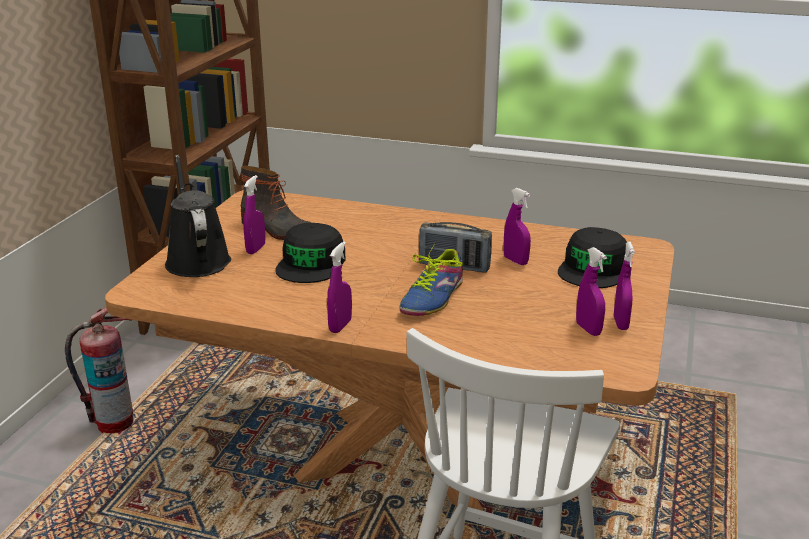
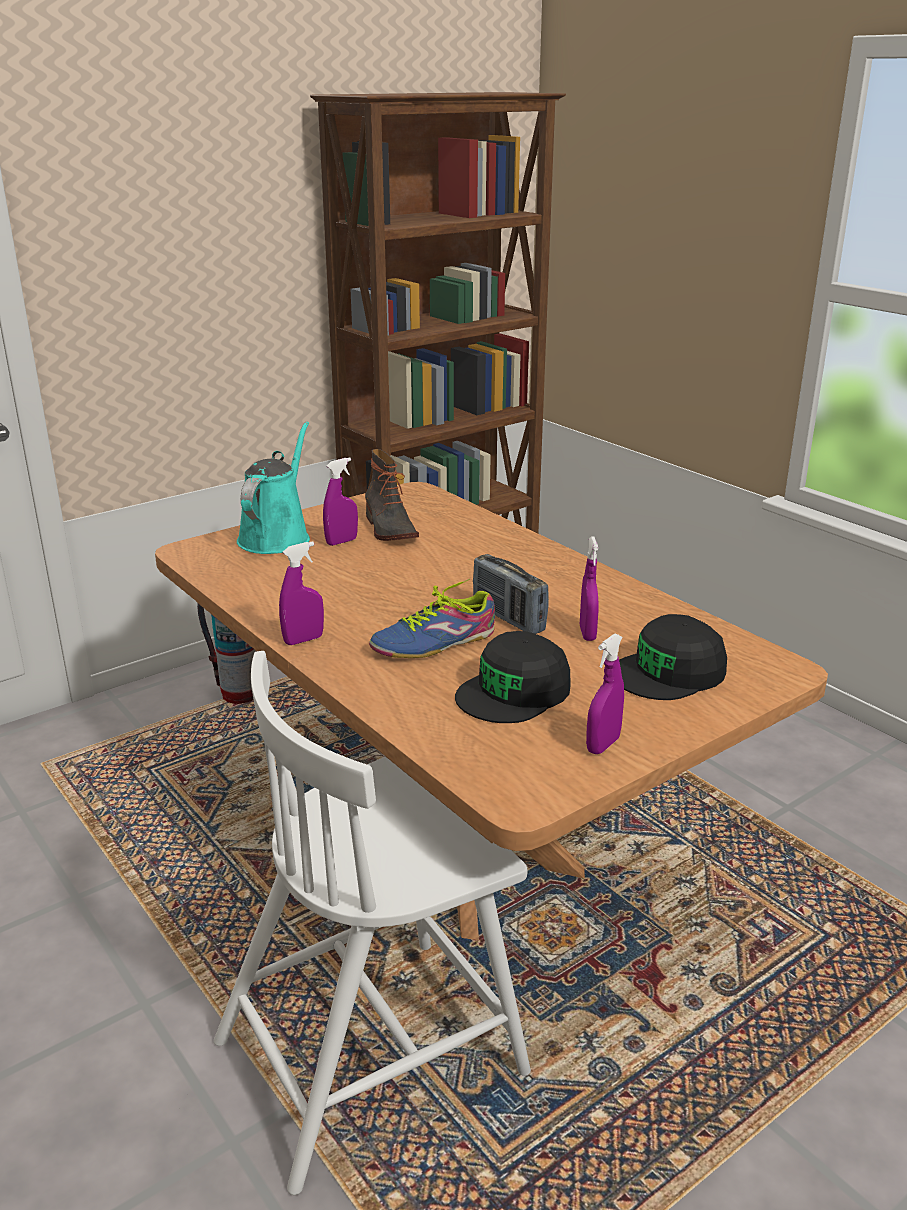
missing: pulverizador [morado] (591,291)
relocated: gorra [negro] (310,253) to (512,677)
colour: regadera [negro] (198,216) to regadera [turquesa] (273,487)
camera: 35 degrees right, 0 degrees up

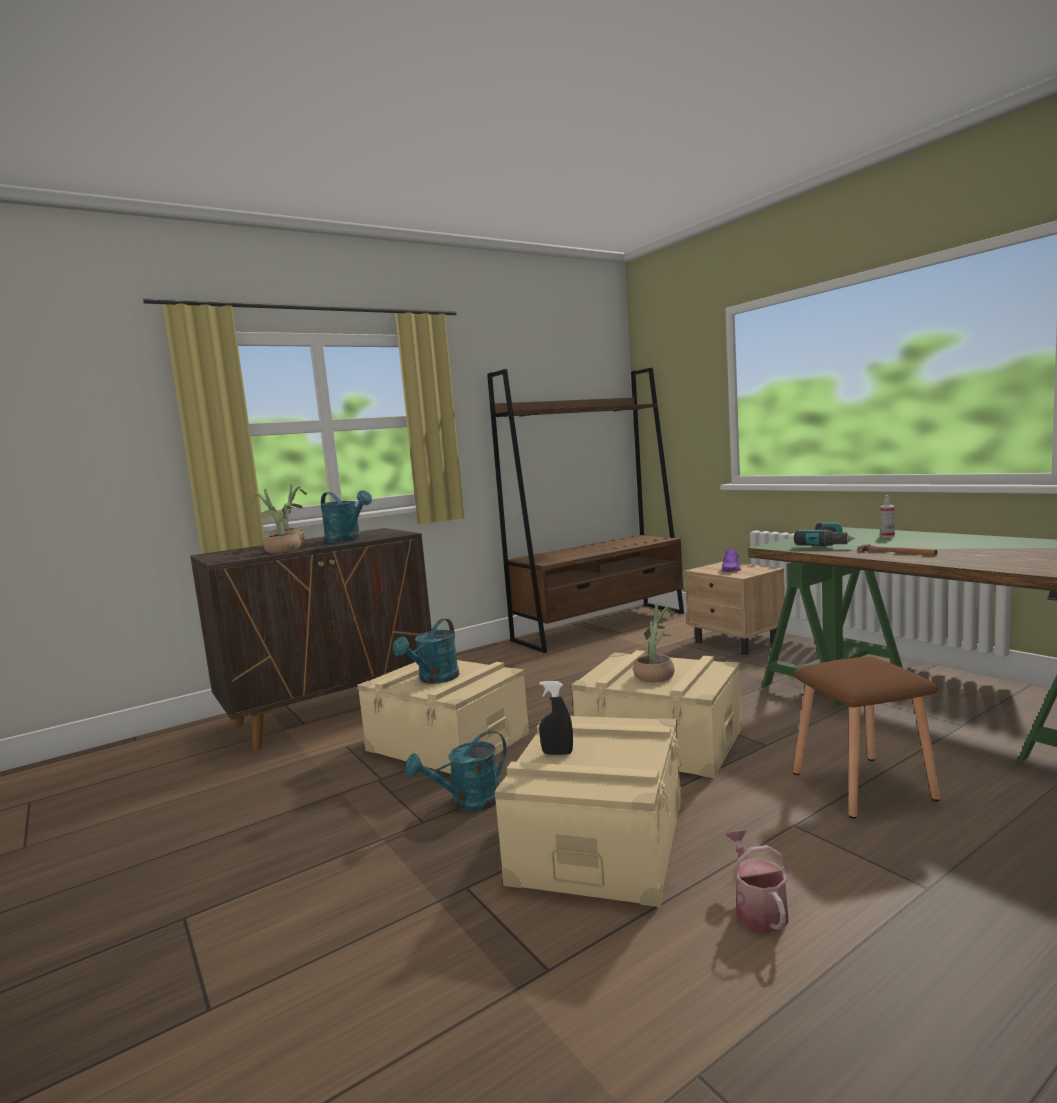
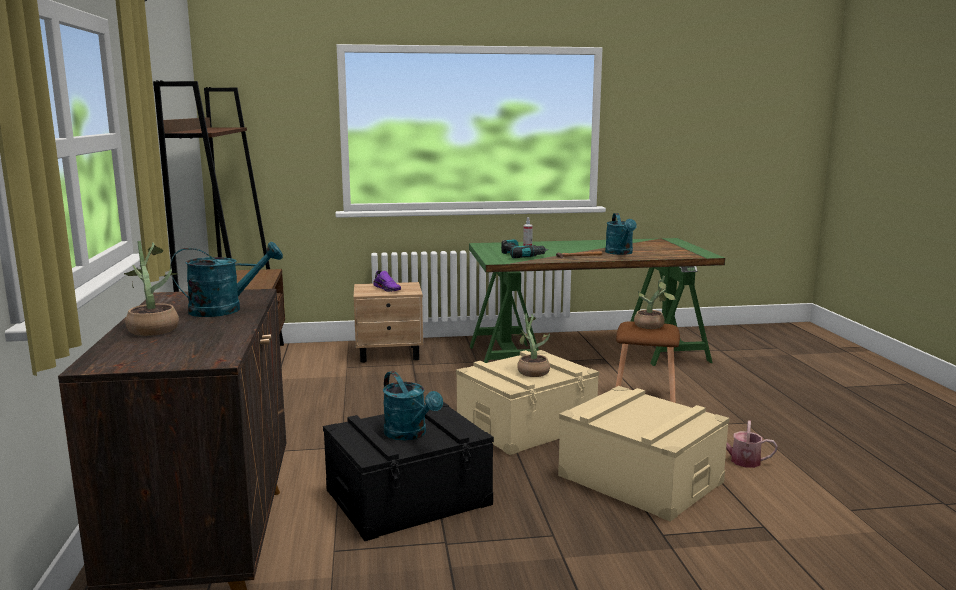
missing: pulverizador [negro] (556,718)
relocated: planta en maceta (275,521) to (655,302); regadera [turquesa] (456,771) to (621,234)
colour: caja de almacenaje [beis] (443,717) to caja de almacenaje [negro] (408,471)
camera: 65 degrees left, 5 degrees up

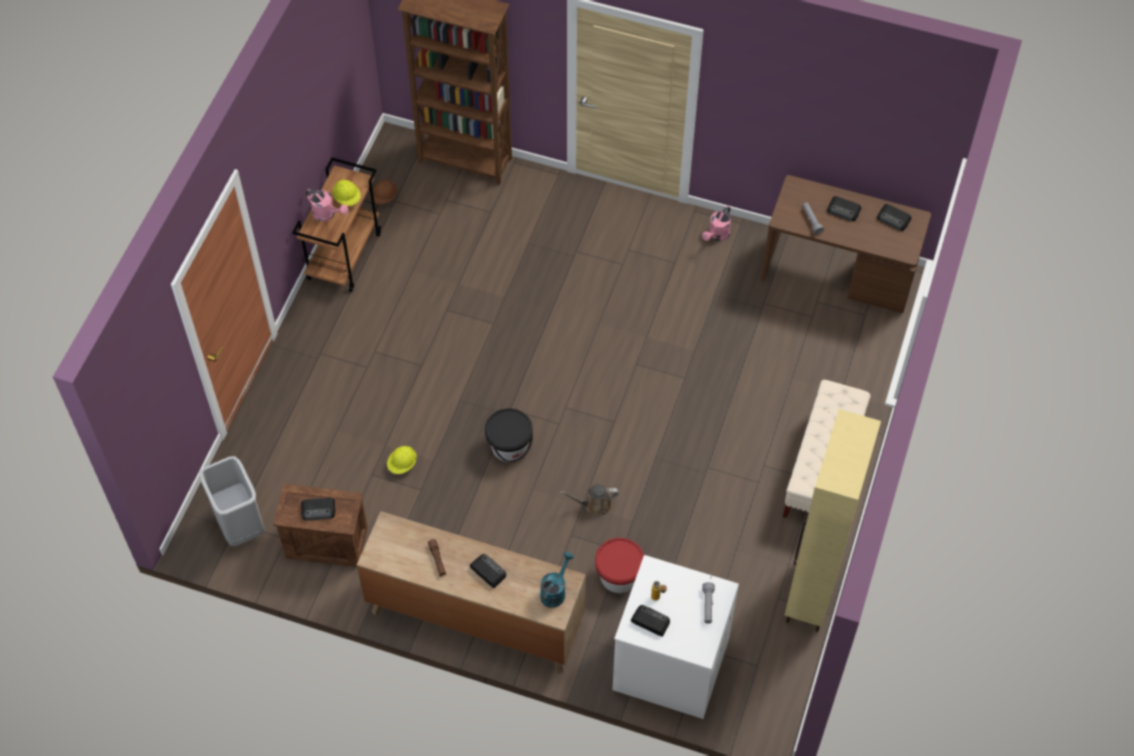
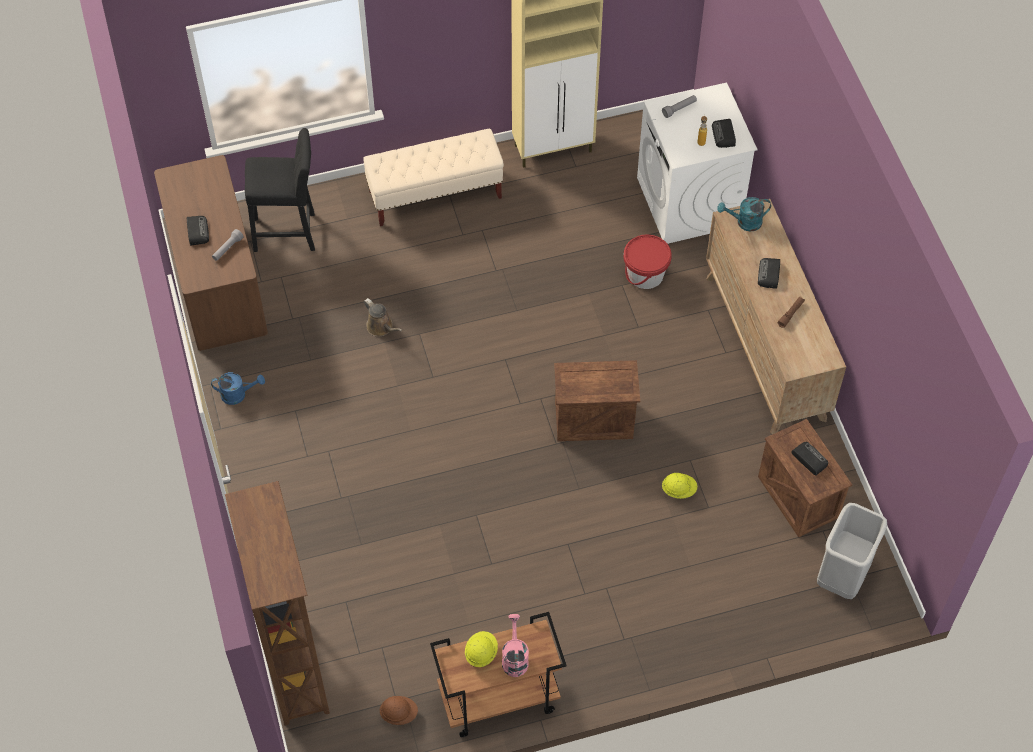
missing: radio (894,217)
appeared: taburete [negro] (280,190)
relocated: regadera [marrón] (589,500) to (383,317)
exchanged: cubo [negro] (509,435) to caja de embalaje (597,400)
colour: regadera [rosa] (716,223) to regadera [azul] (238,388)
camera: 125 degrees left, 0 degrees up

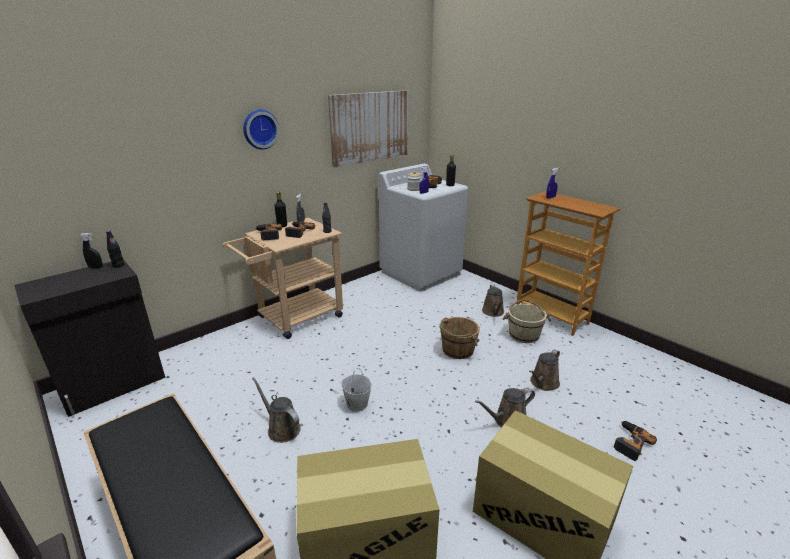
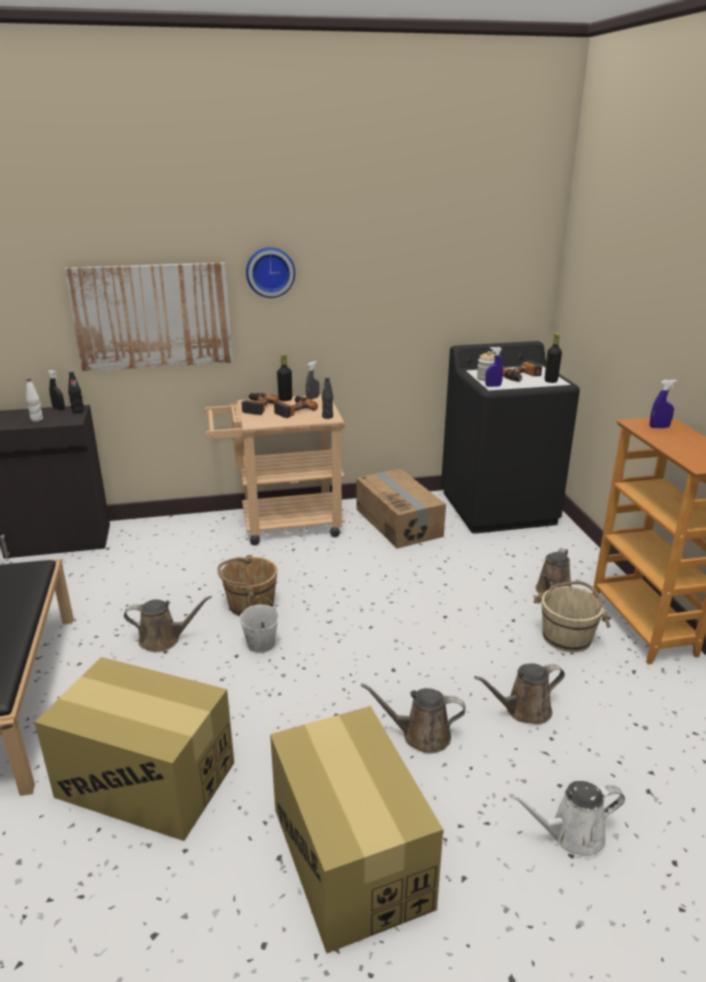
appeared: botella [blanco] (34,400); caja de cartón (401,509)
relocated: cuadro (368,128) to (149,316); cubo [marrón] (459,338) to (247,585)
exchanged: taladro (635,441) to regadera [blanco] (567,819)
colour: lavadora [blanco] (423,228) to lavadora [negro] (510,437)
spun: regadera [marrón] (276,410) = (168,624) 105 degrees clockwise
camera: 30 degrees right, 0 degrees up

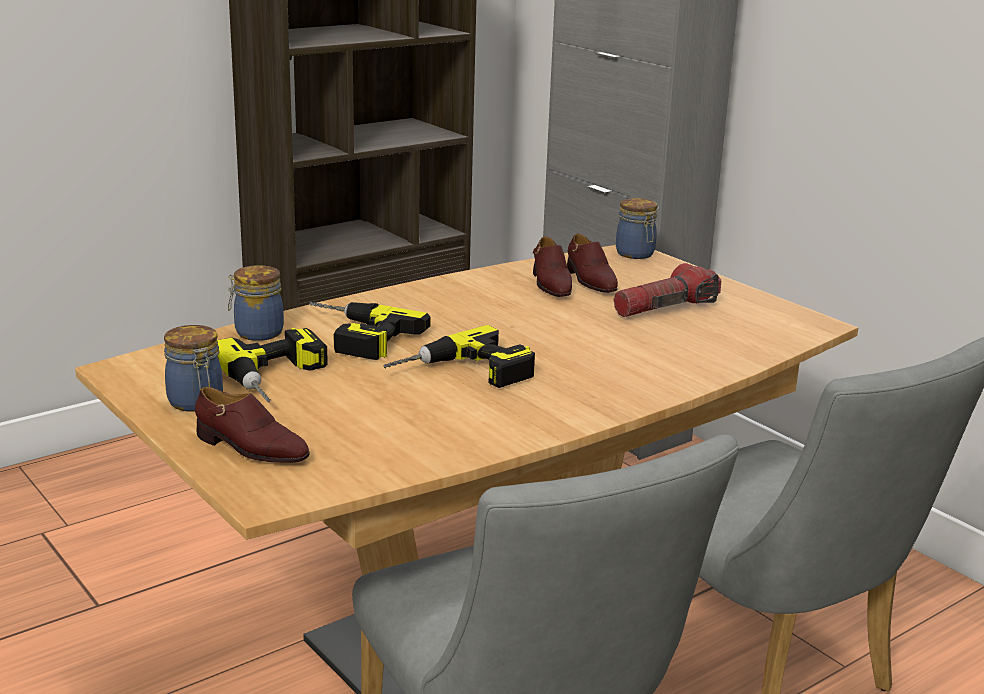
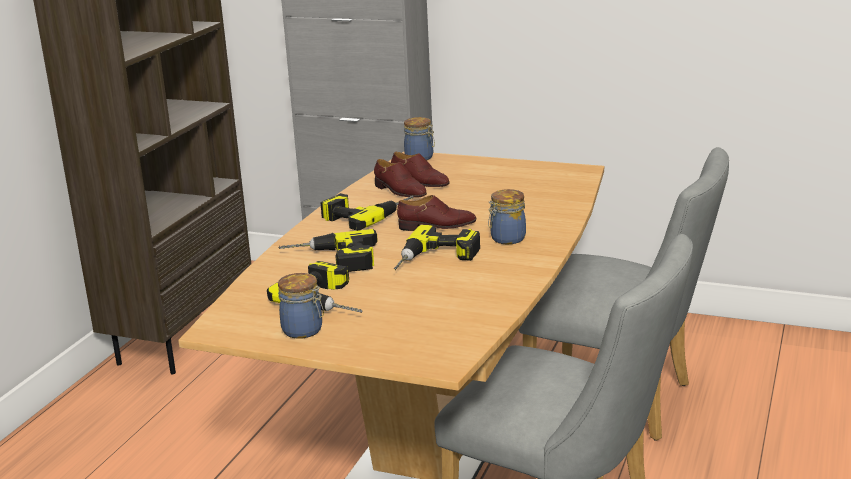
missing: linterna (667,290)
appeared: taladro (367,212)
relocated: zapato [marrón] (252,425) to (436,213); tarro (256,303) to (507,216)
camera: 30 degrees left, 0 degrees up

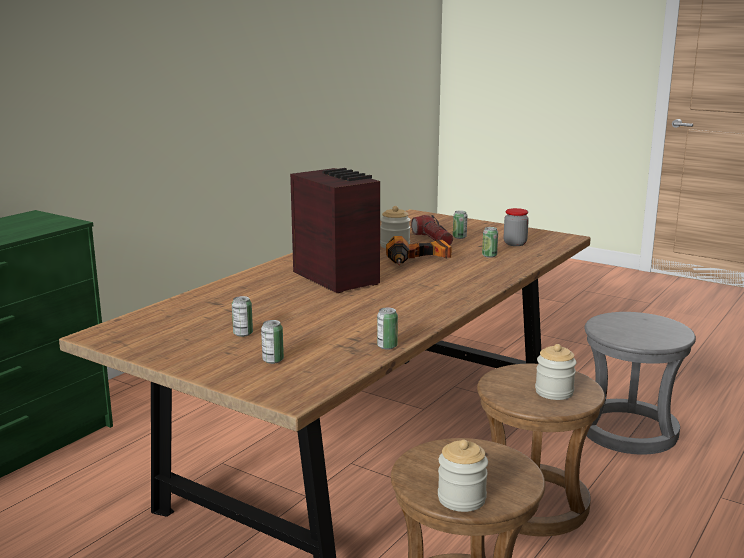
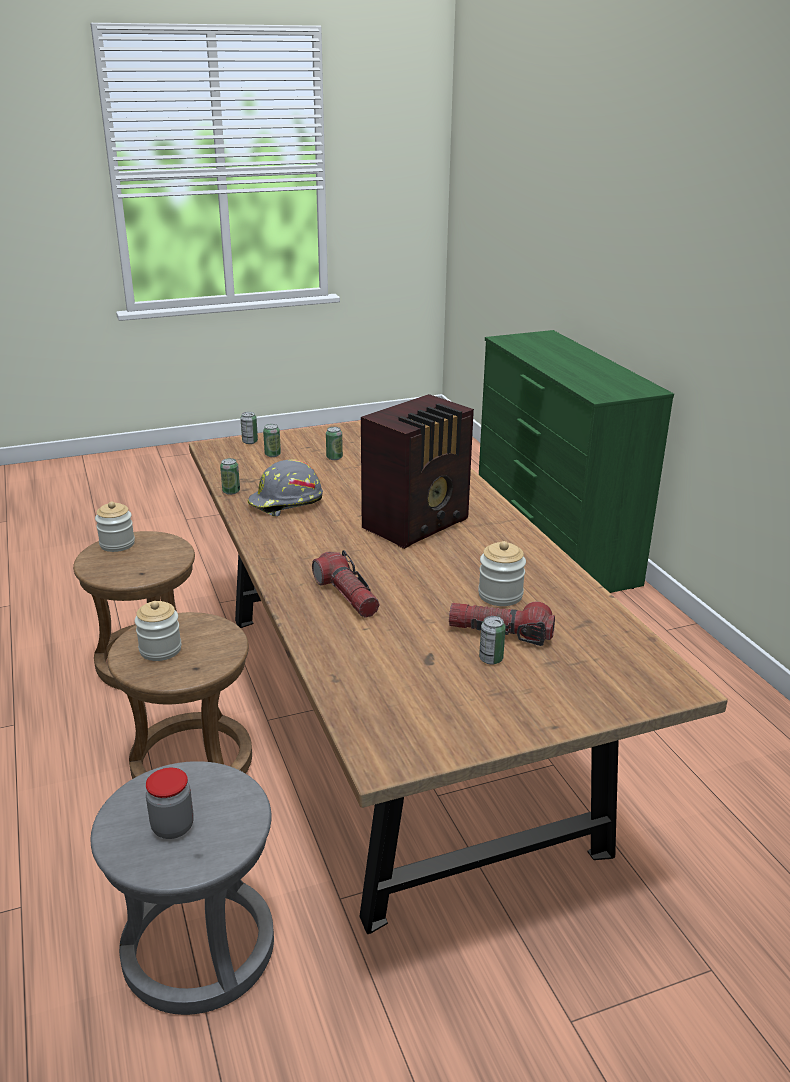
missing: taladro (419,250)
appeared: casco [gris] (285,487); linterna (346,584)
relocated: lata (490,242) to (249,428); tarro (516,227) to (170,803)
spun: radio (335,230) = (417,471) 45 degrees counterclockwise
camera: 125 degrees right, 10 degrees up

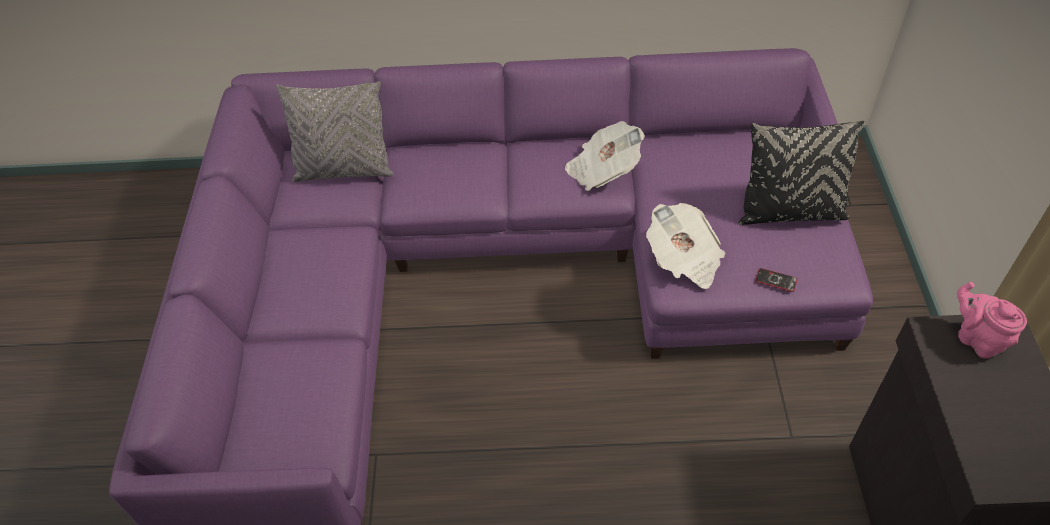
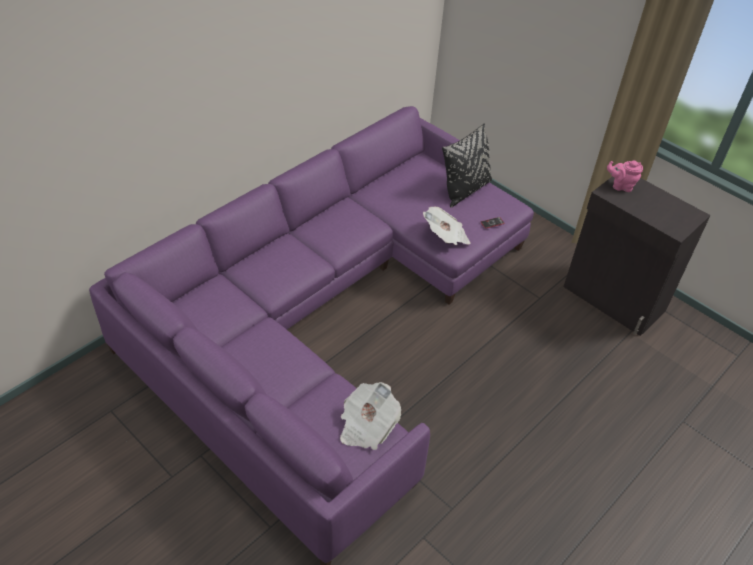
missing: cojín [gris] (335,131)
relocated: periódico (605,156) to (370,416)
camera: 50 degrees left, 5 degrees down

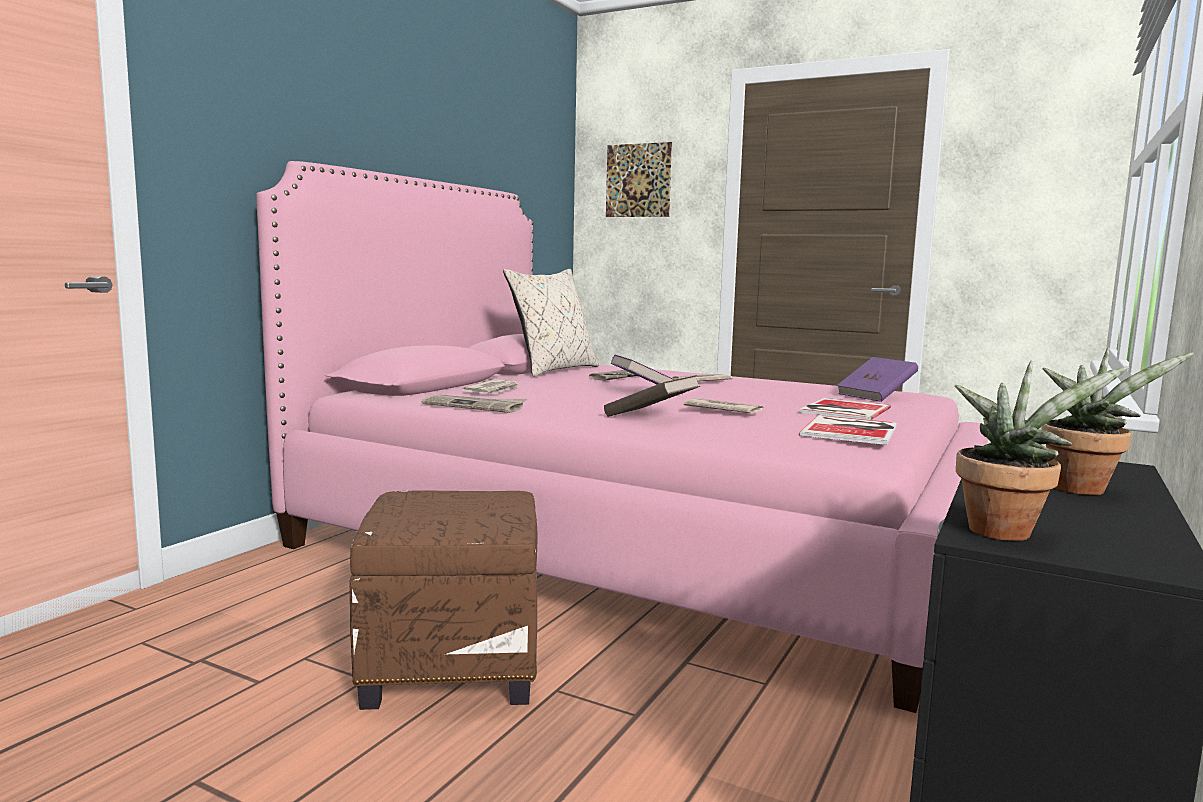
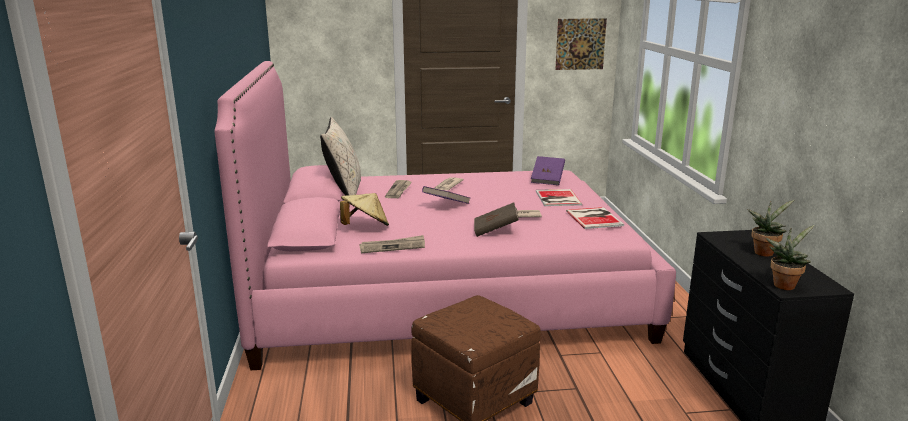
relocated: cuadro (639,179) to (581,44)
exchanged: periódico (491,386) to sombrero [beis] (364,209)
camera: 35 degrees left, 10 degrees up

